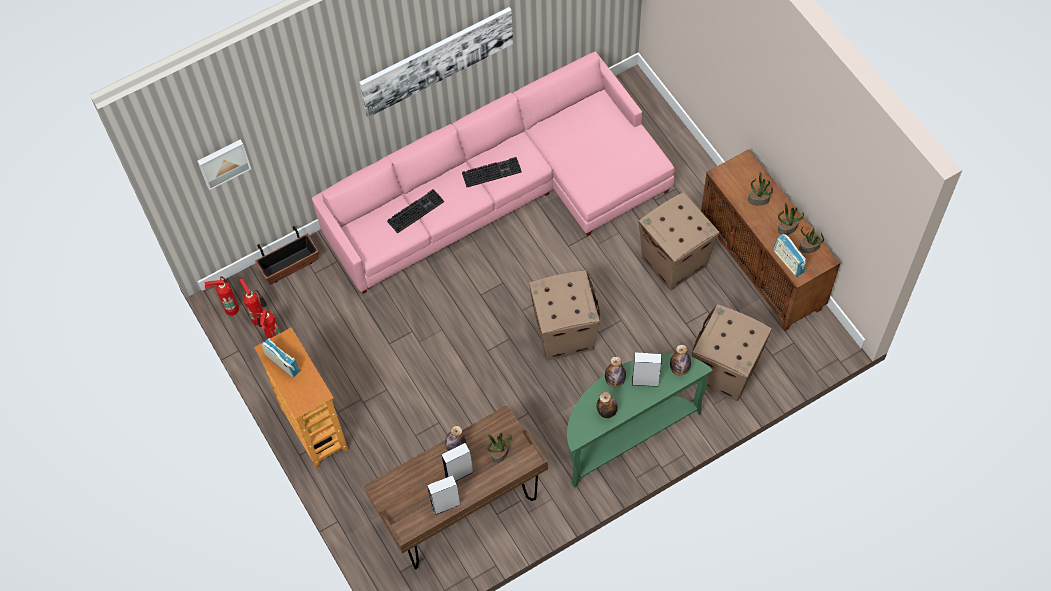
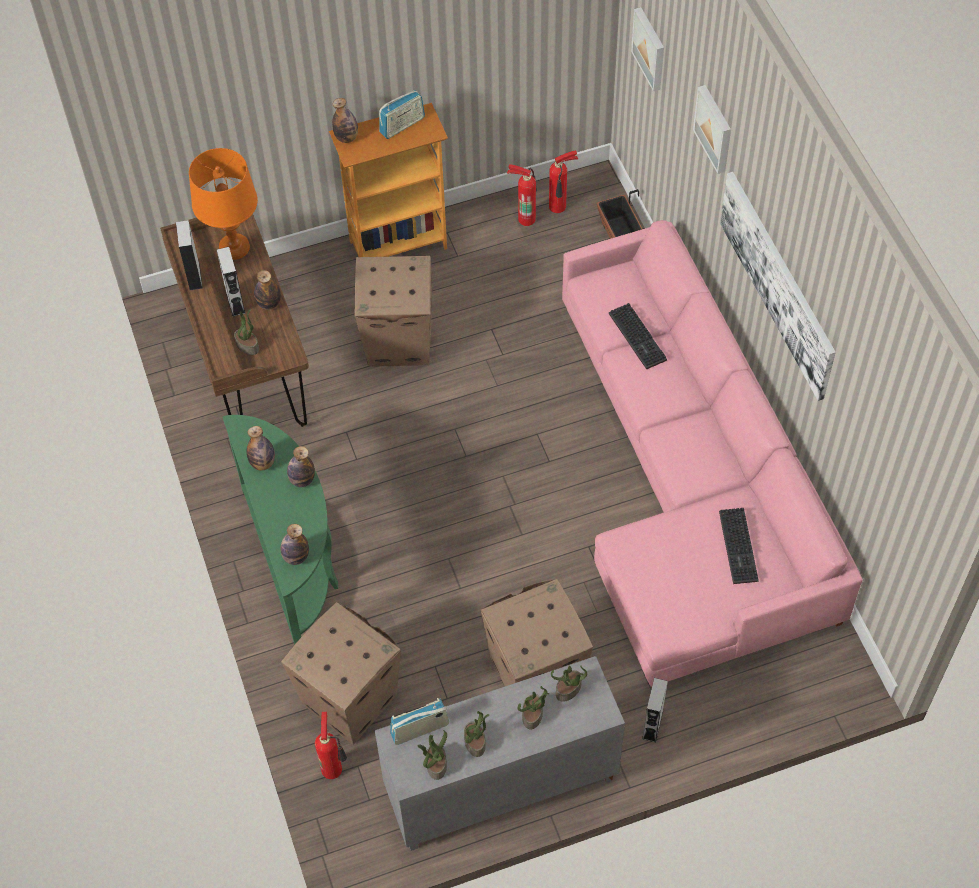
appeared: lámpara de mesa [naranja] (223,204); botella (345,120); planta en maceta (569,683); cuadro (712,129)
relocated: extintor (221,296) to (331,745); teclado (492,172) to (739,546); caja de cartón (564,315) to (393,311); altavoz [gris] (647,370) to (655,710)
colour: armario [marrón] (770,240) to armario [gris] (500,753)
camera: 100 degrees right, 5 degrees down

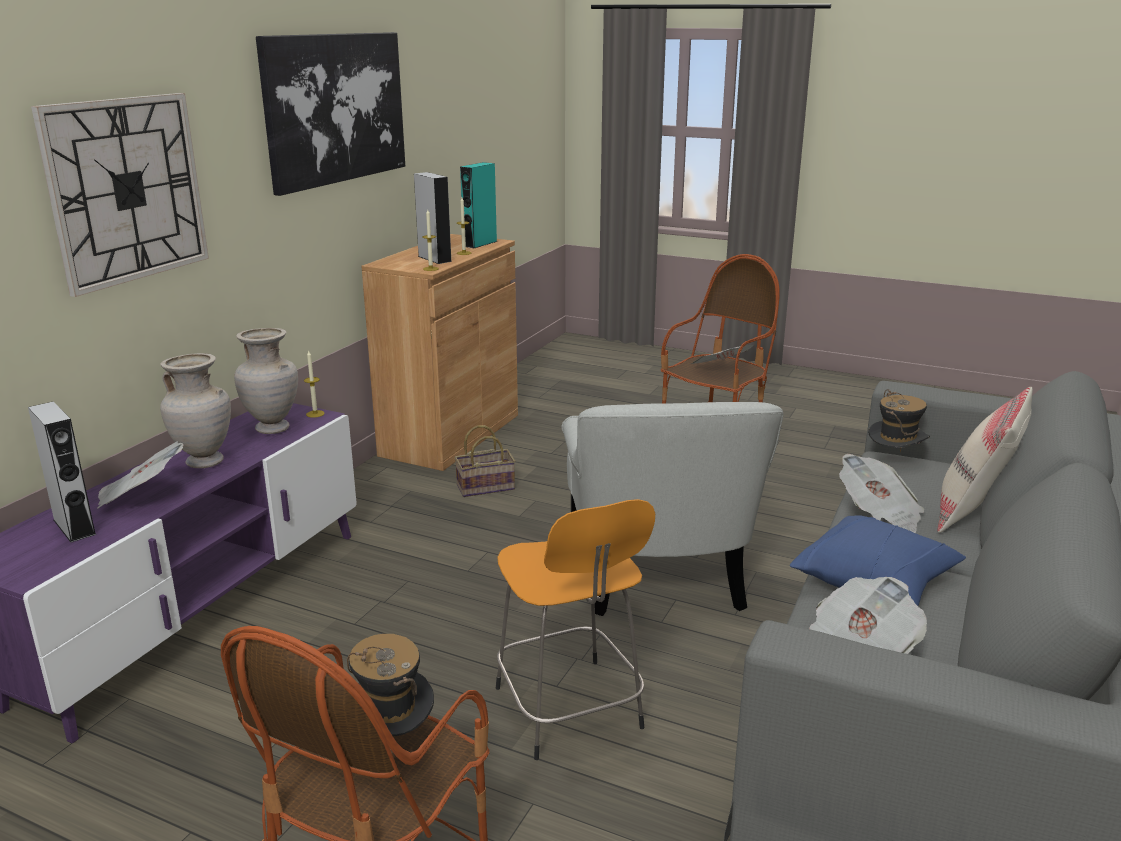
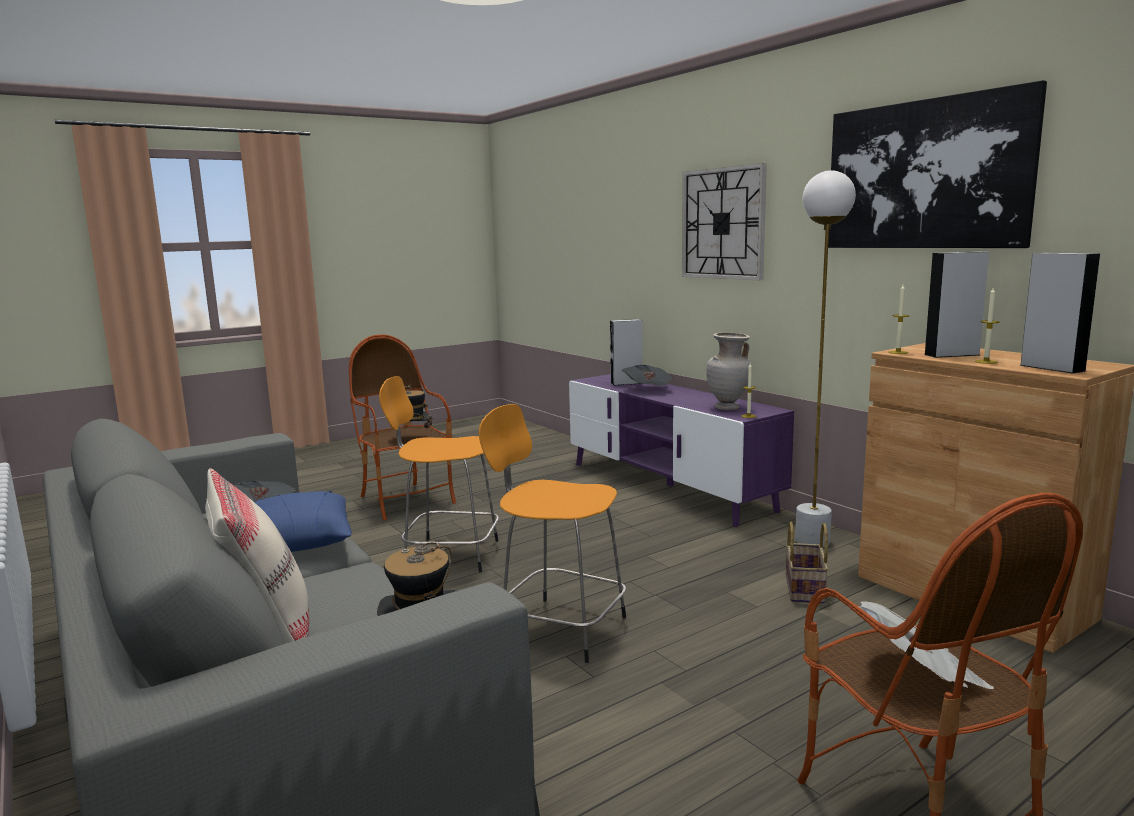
missing: florero [beis] (195,410); periódico (881,493)
appeared: lámpara de pie [blanco] (825,359)
exchanged: sillón [blanco] (673,509) to taburete [naranja] (552,533)
colour: altavoz [turquesa] (478,205) to altavoz [gris] (1059,313)
camera: 120 degrees right, 10 degrees down

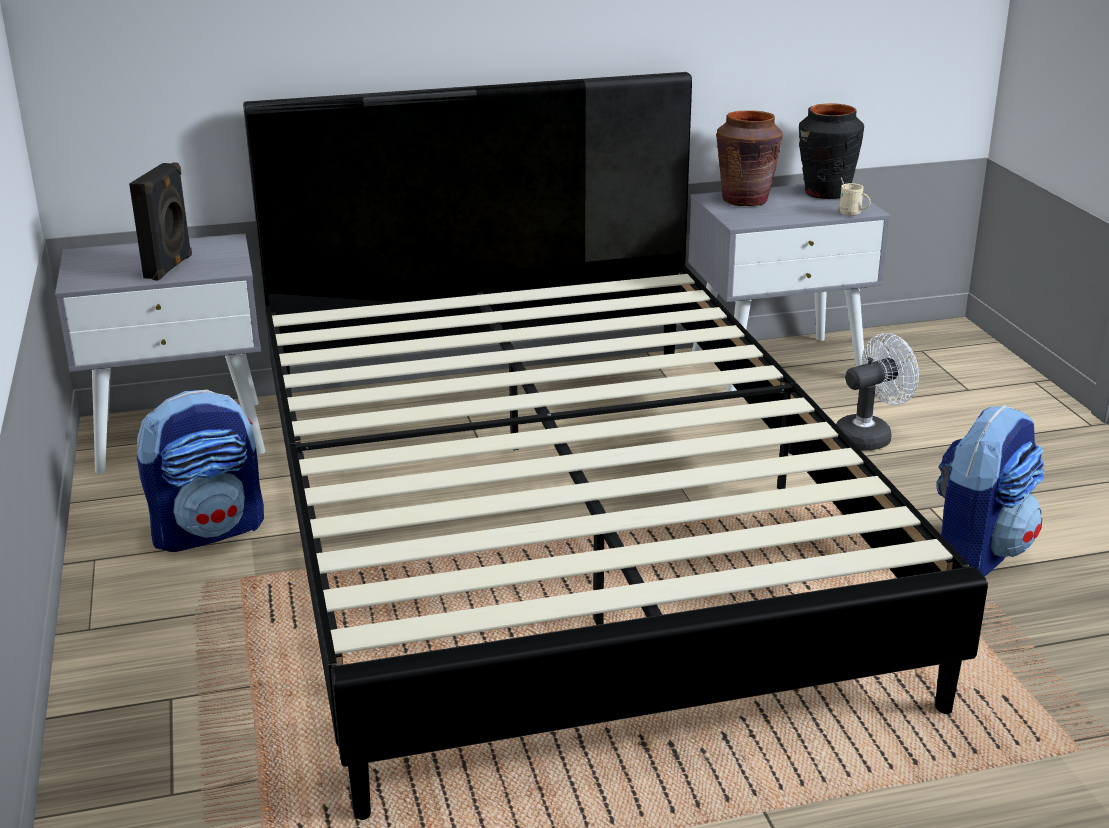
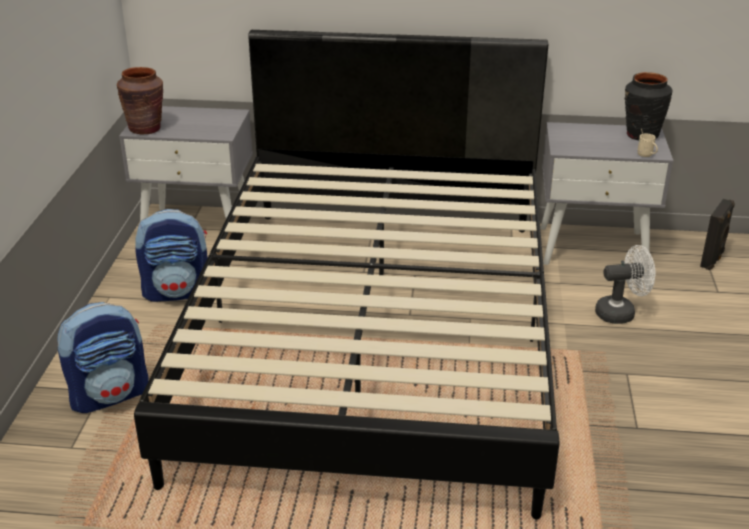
relocated: altavoz [negro] (160,221) to (717,234); florero [marrón] (749,158) to (140,100); mochila (990,491) to (103,357)
camera: 20 degrees right, 5 degrees up

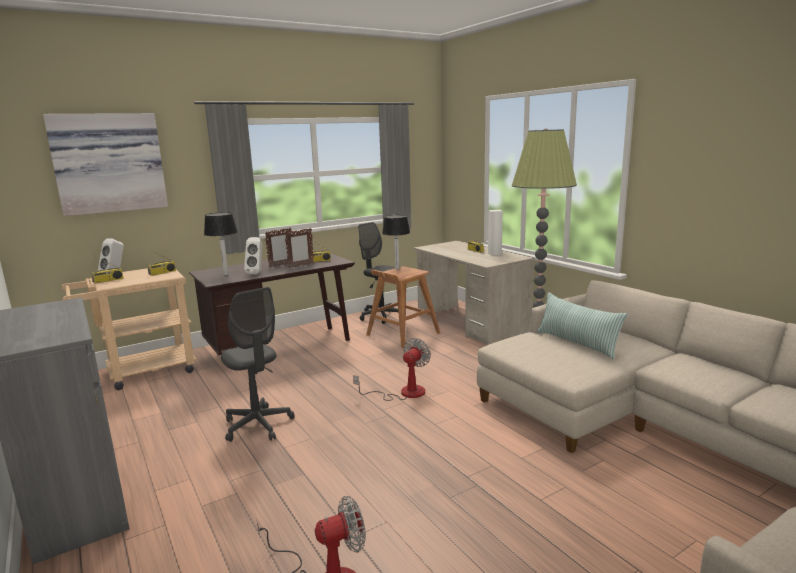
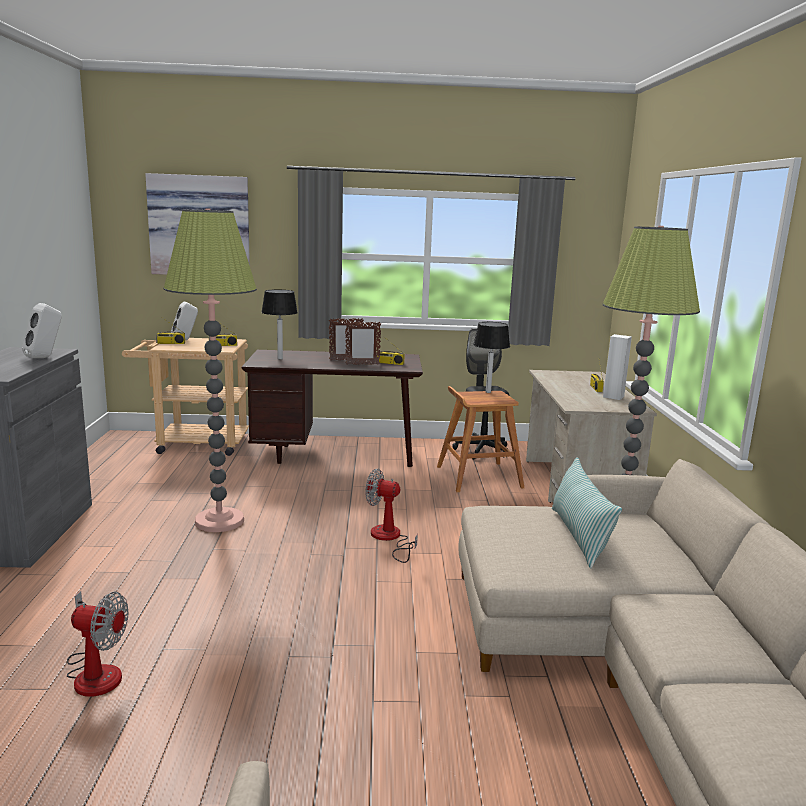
relocated: altavoz [blanco] (253,255) to (42,330)
exchanged: silla de oficina [gris] (258,364) to lámpara de pie (210,370)
spun: ventilador (392,369) = (391,516) 135 degrees counterclockwise
camera: 30 degrees right, 0 degrees up

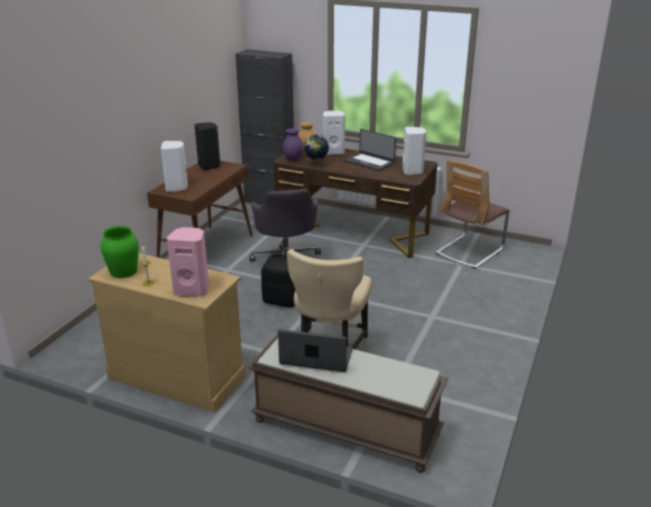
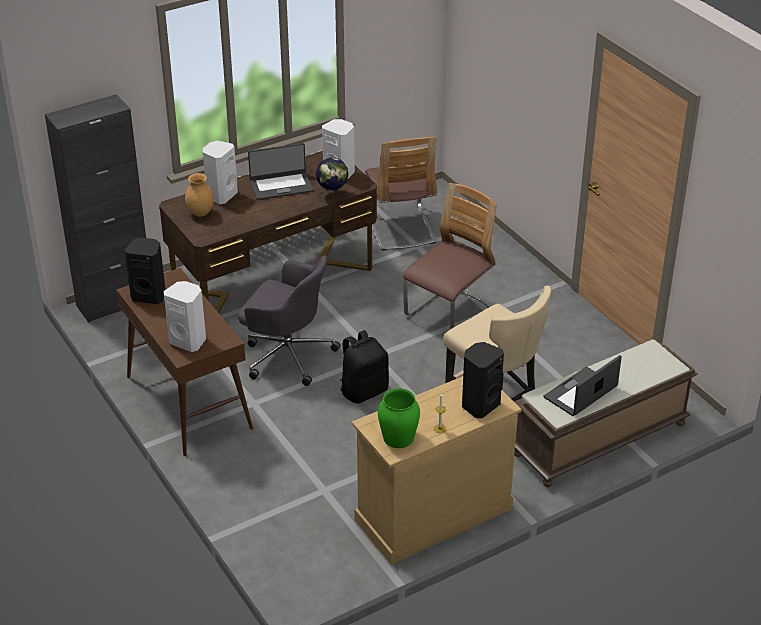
missing: florero [morado] (293,144)
appeared: silla (450,256)
relocated: globo terráqueo (316,151) to (332,178)
colour: altavoz [rosa] (188,262) to altavoz [negro] (483,380)
camera: 55 degrees left, 10 degrees up

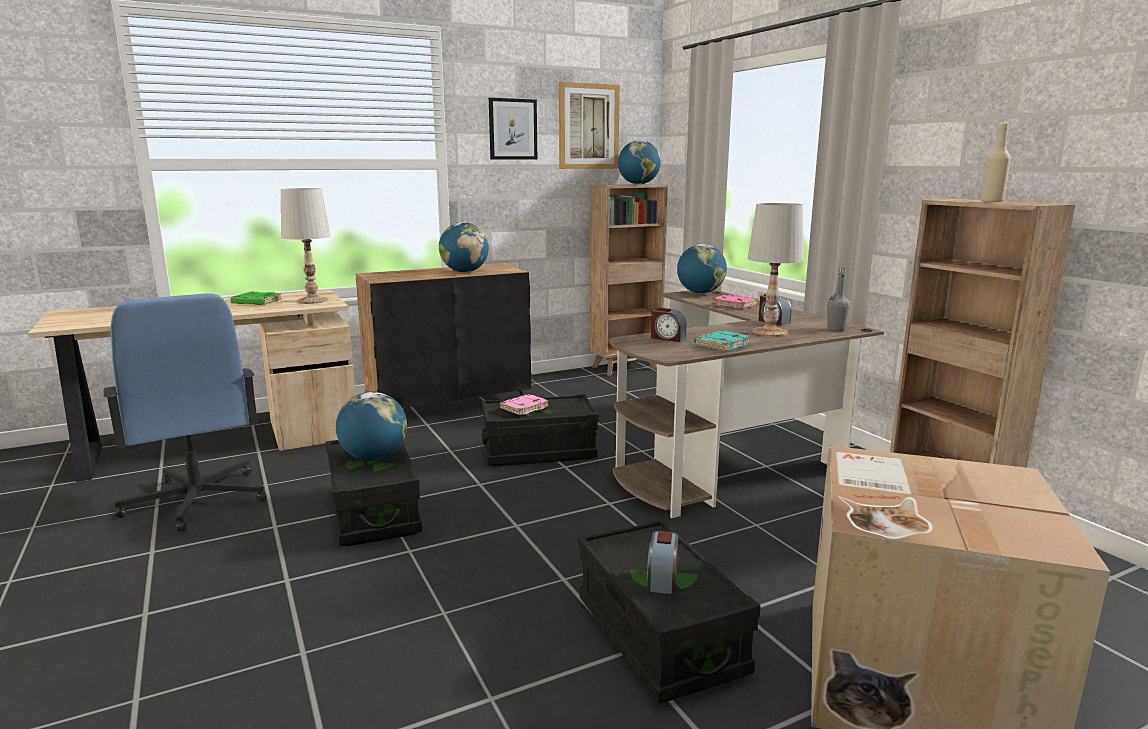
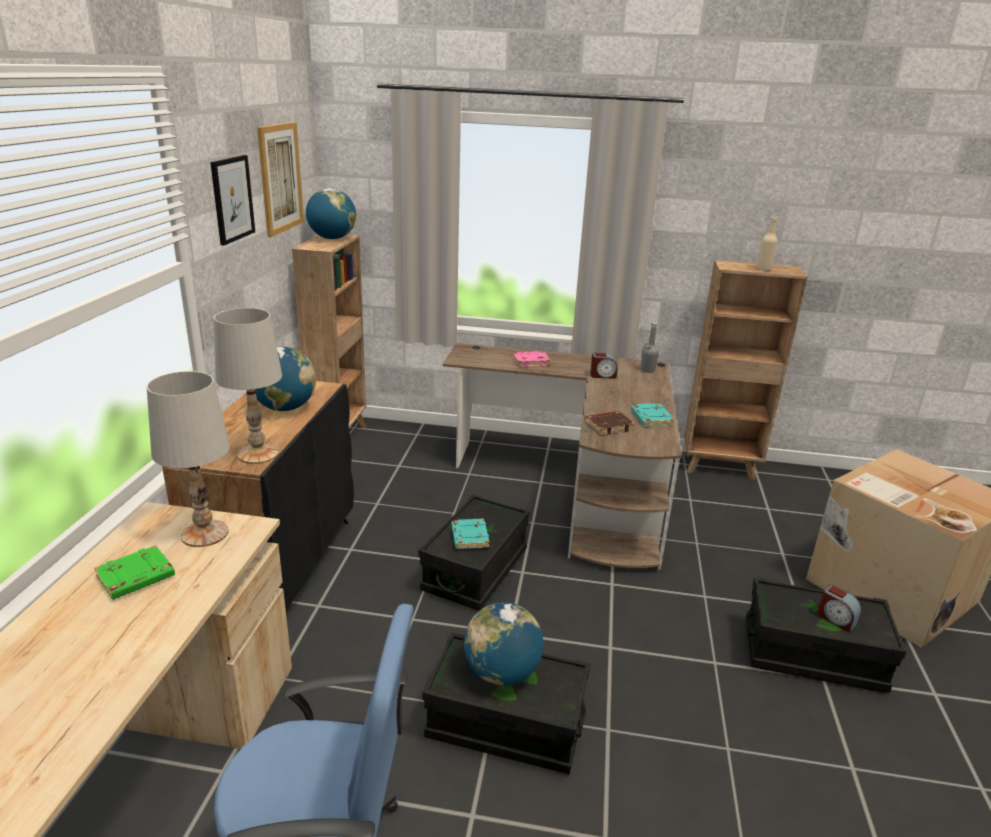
missing: globo terráqueo (702,269)
relocated: lámpara de mesa [blanco] (776,270) to (248,386)
exchanged: despertador (668,325) to libro [marrón] (609,423)
colour: libro [rosa] (524,404) to libro [turquesa] (470,533)
camera: 55 degrees left, 10 degrees up

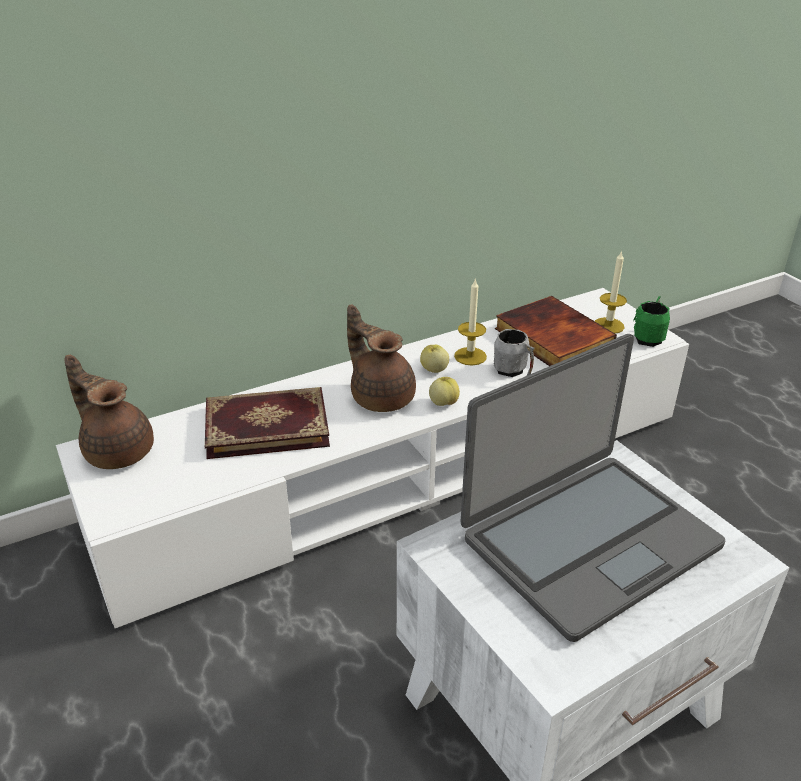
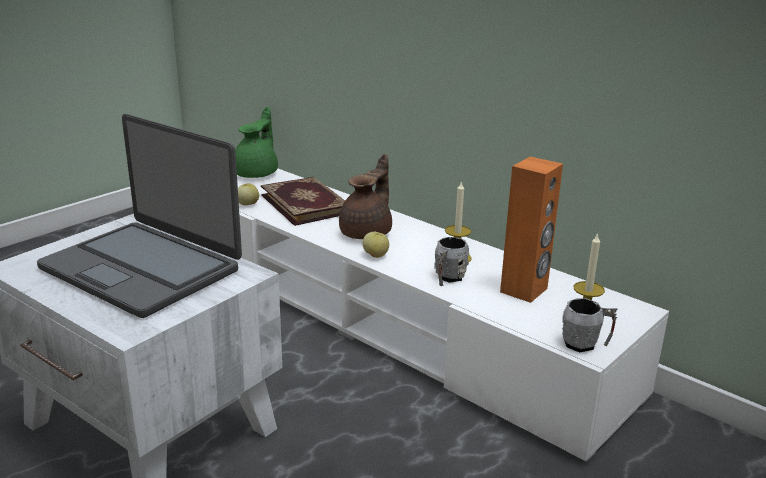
relocated: manzana (434,359) to (248,194)
exchanged: libro (556,331) to altavoz [naranja] (531,230)
colour: tetera [marrón] (109,412) to tetera [verde] (256,142); taza grande [verde] (651,321) to taza grande [gris] (589,325)
camera: 70 degrees right, 10 degrees down

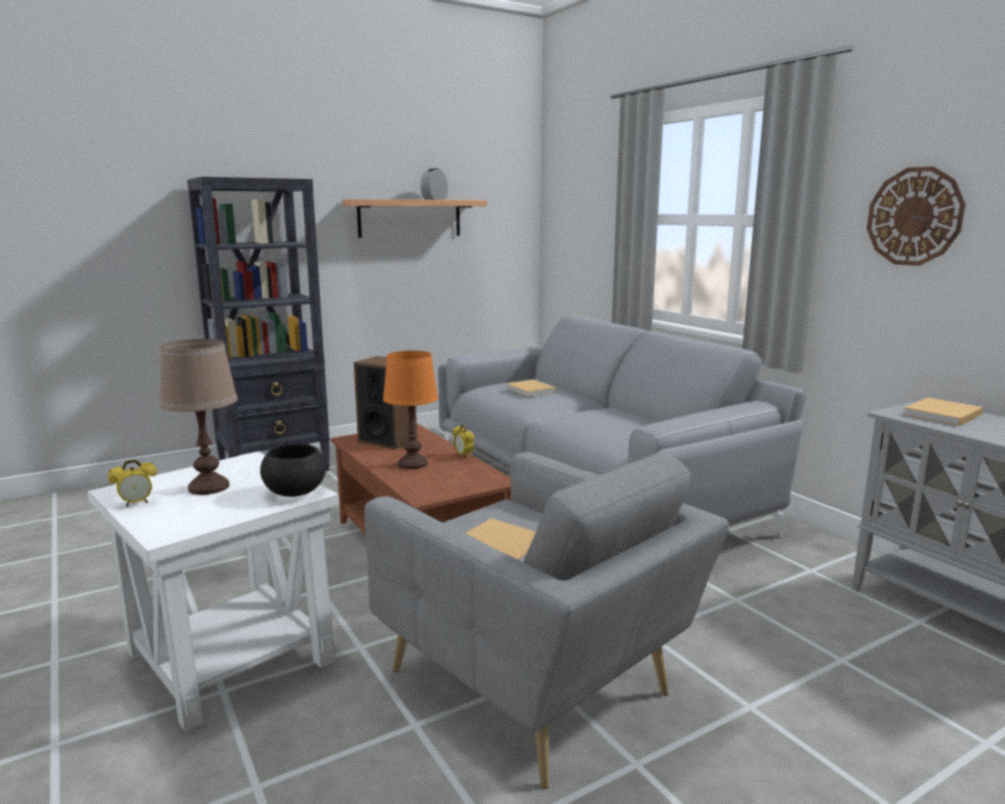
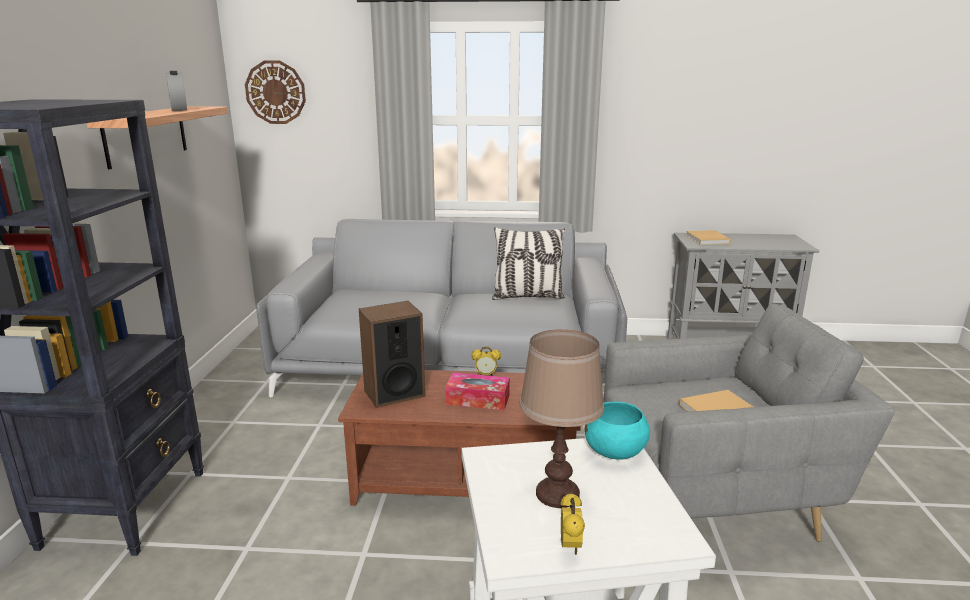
missing: libro [beis] (531,388)
appeared: cojín (528,263)
relocated: reloj de pared (916,216) to (275,92)
exchanged: lámpara de mesa [naranja] (410,410) to caja de pañuelos (477,391)
colour: cuenco [negro] (293,470) to cuenco [turquesa] (617,431)
camera: 55 degrees left, 5 degrees up

